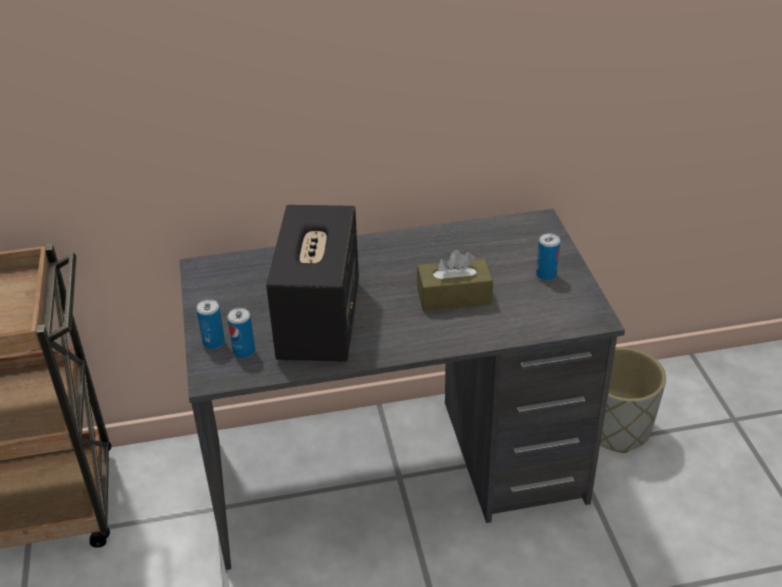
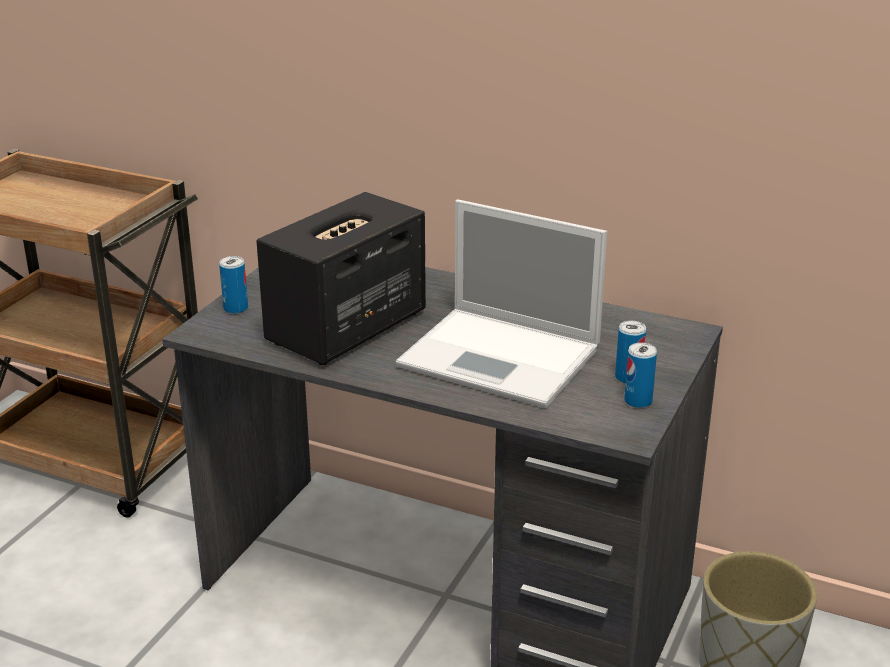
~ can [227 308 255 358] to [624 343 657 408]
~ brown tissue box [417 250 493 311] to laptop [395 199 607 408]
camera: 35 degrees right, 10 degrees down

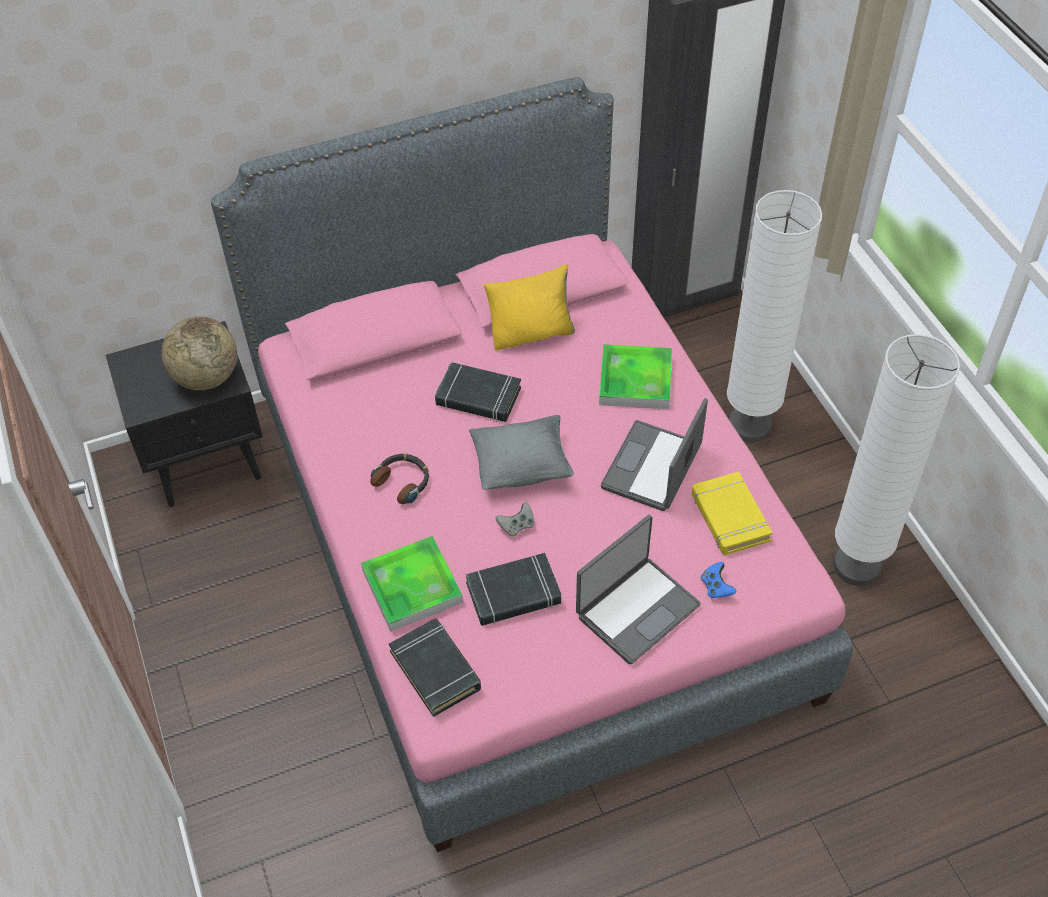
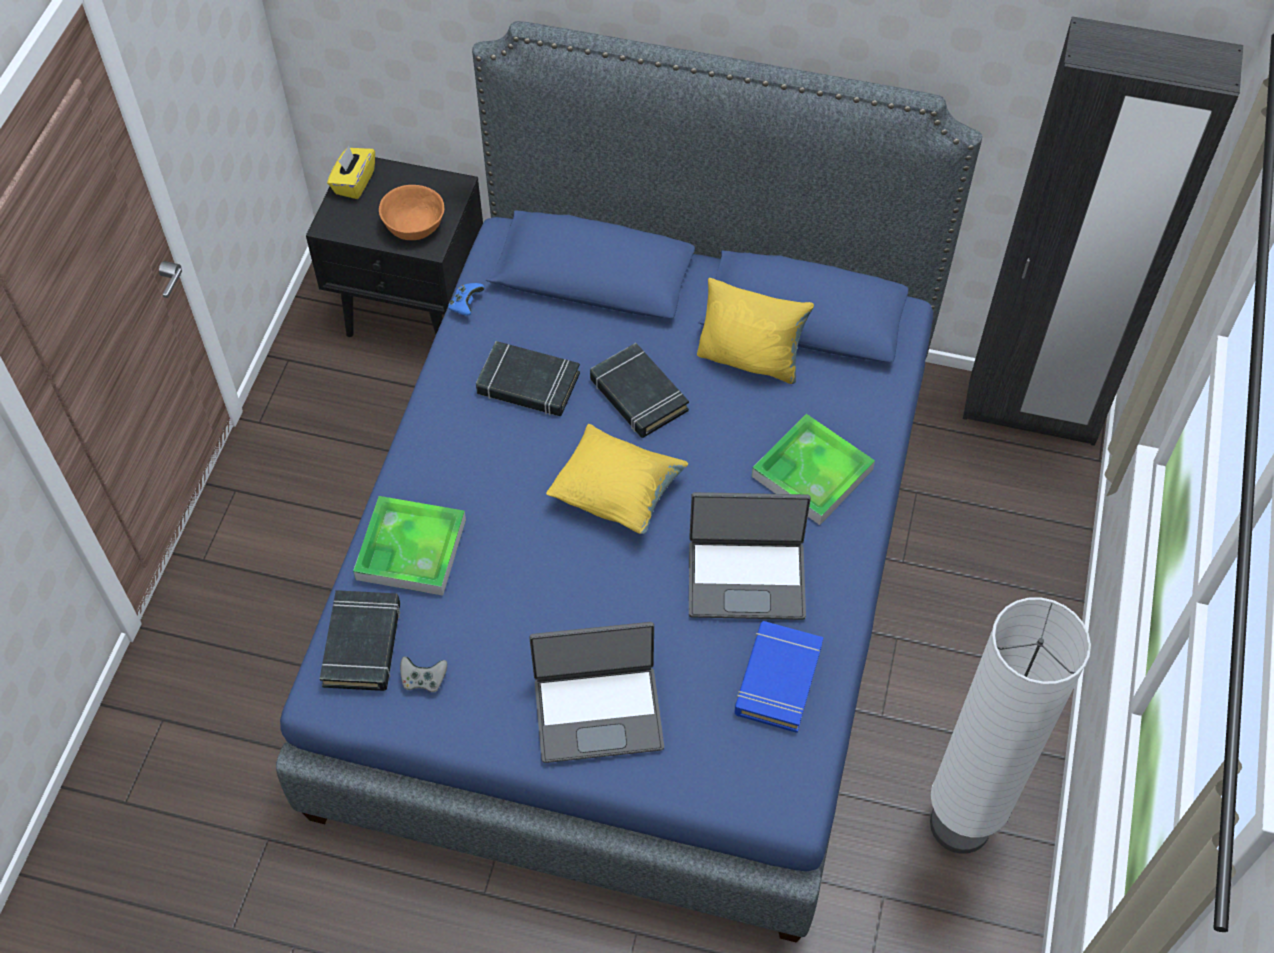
~ globe [162 316 237 390] to orange bowl [379 185 444 240]
~ pink bed [211 77 853 852] to blue bed [276 21 982 943]
- headphones [370 453 429 504]
~ black book [466 553 561 626] to [476 341 580 416]
~ grey pillow [469 415 574 490] to yellow pillow [546 424 688 534]
~ grey game controller [496 502 535 537] to [400 656 447 692]
~ laptop [601 398 708 511] = [689 492 811 620] 150 degrees counterclockwise
~ yellow book [691 472 772 555] to blue book [735 621 824 733]
~ blue game controller [701 562 736 598] to [448 283 485 316]
- white floor lamp [727 190 822 442]
+ yellow tissue box [327 146 375 199]
camera: 35 degrees right, 5 degrees up

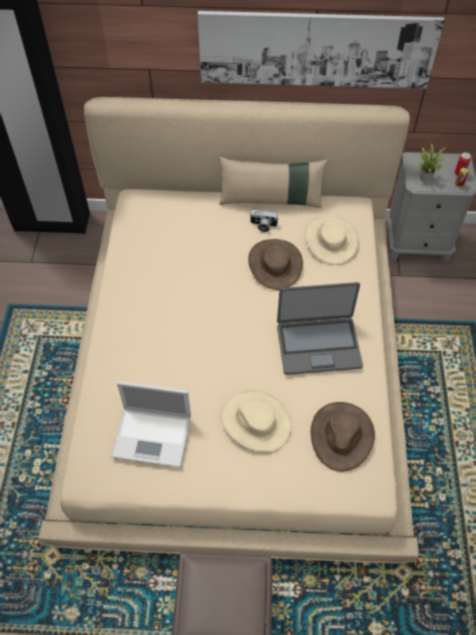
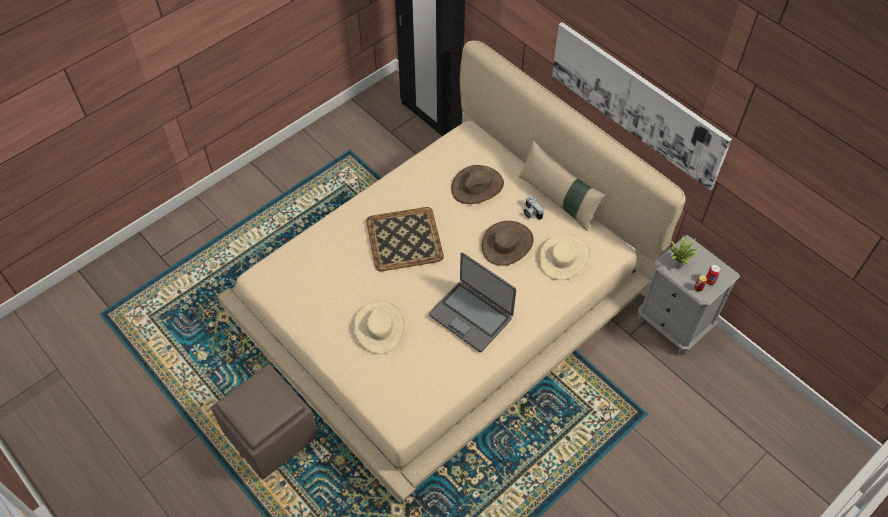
- laptop [111 381 191 467]
~ brown hat [311 402 375 472] to [451 165 504 204]
+ tray [366 207 444 271]
camera: 45 degrees right, 0 degrees up

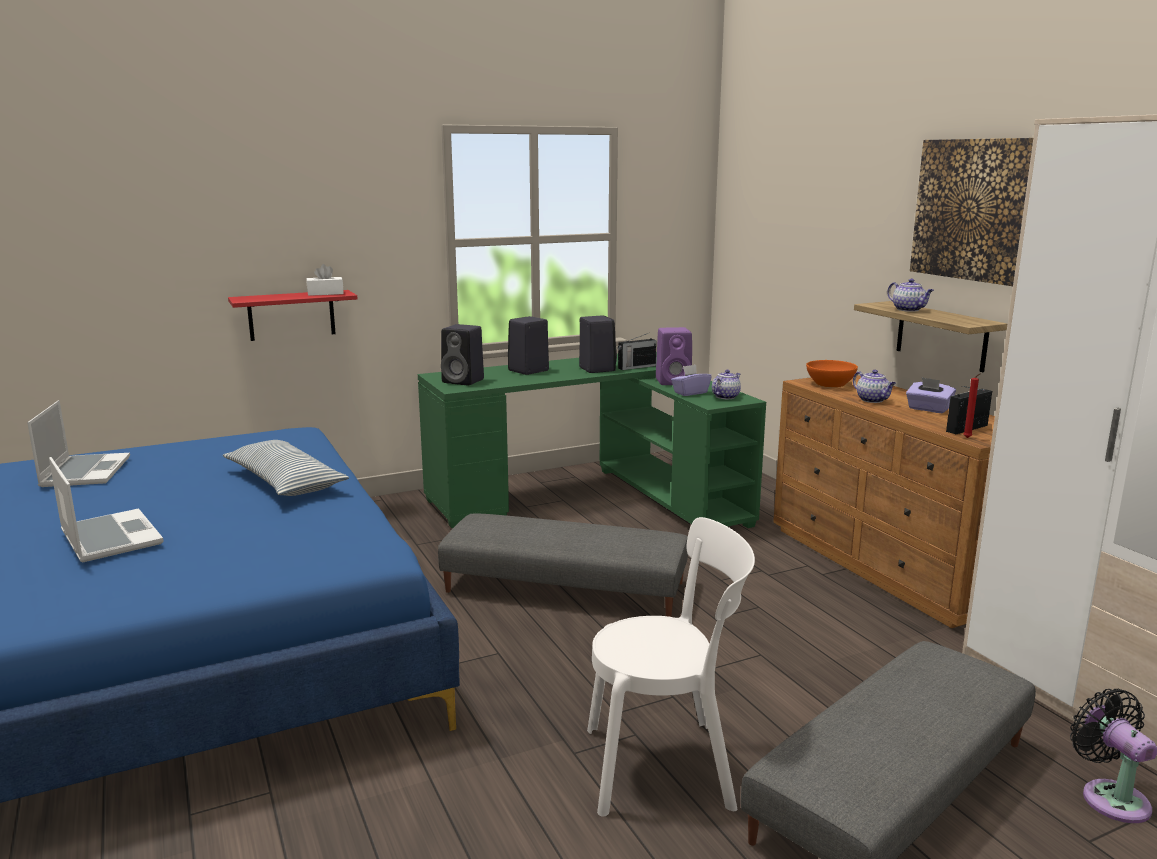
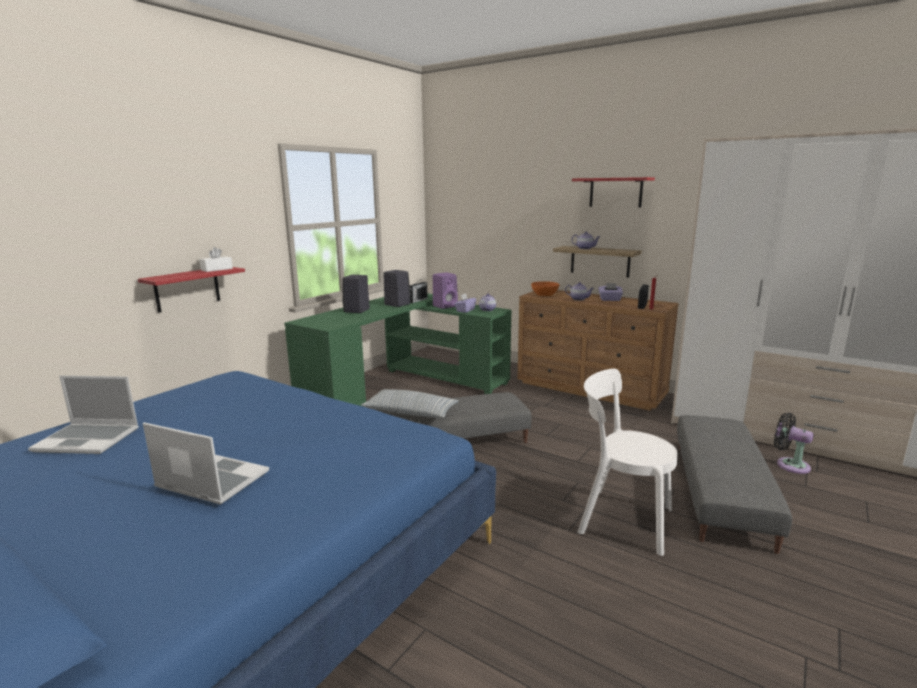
~ laptop [27 400 130 487] = [28 375 139 454] 135 degrees clockwise
~ pillow [223 440 349 496] to [361 389 459 418]
- black speaker [441 324 484 386]
~ white chair [587 517 755 817] = [577 369 678 556] 120 degrees counterclockwise
~ picture [910 138 1033 286] to red shelf [572 177 655 208]
camera: 30 degrees left, 0 degrees up

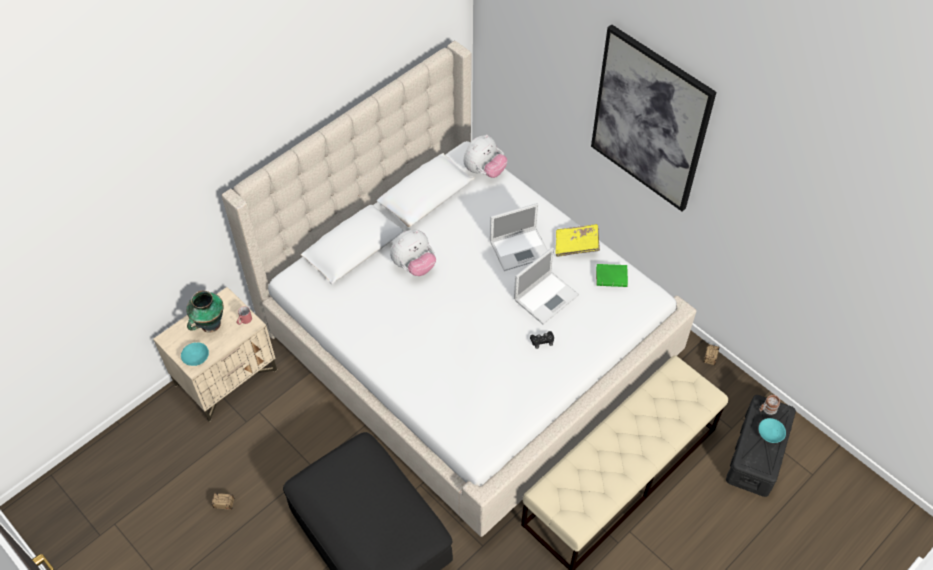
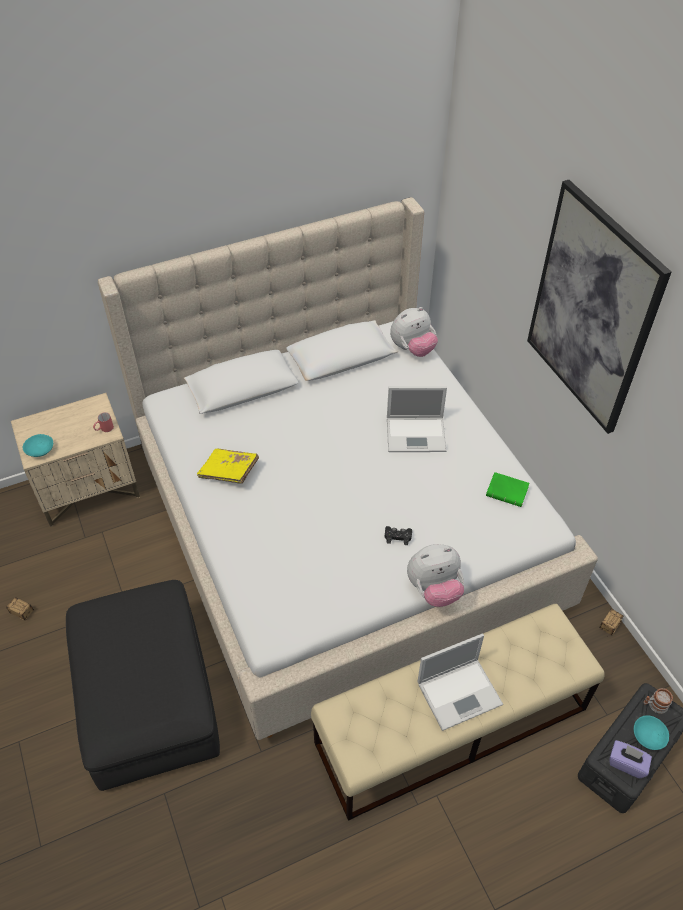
- vase [186 291 223 333]
~ plush toy [390 230 436 276] to [407 544 464 607]
~ laptop [514 247 579 325] to [417 633 503 731]
~ yellow book [556 224 600 257] to [197 449 259 484]
+ purple tissue box [610 740 652 779]
camera: 20 degrees right, 5 degrees down

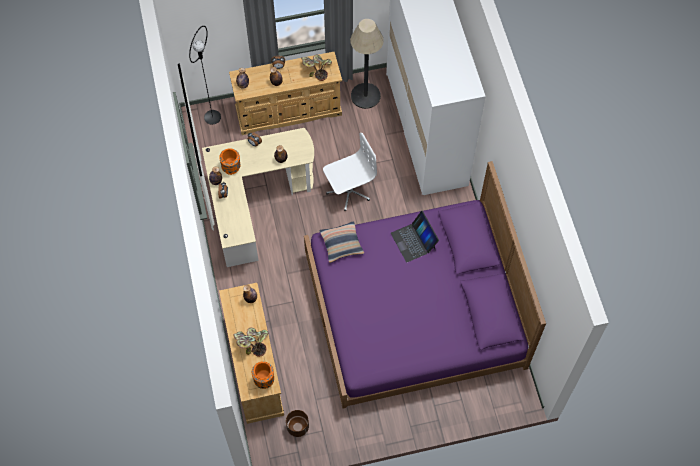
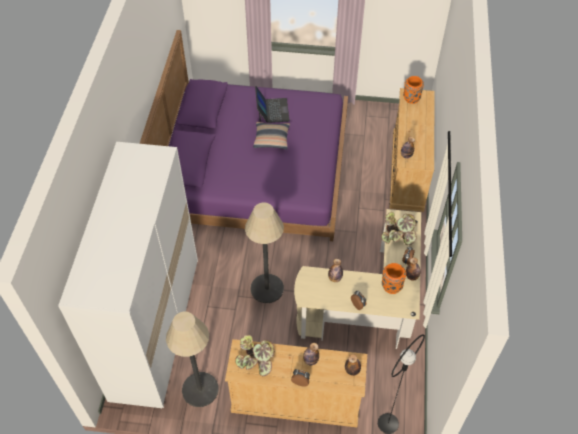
~ potted plant [233 328 268 357] to [381 212 417 245]
- brown planter [286 410 309 437]
~ pillow [319 221 364 263] to [253 122 290 150]
~ white office chair [323 133 377 211] to floor lamp [245 202 284 303]
~ laptop [391 211 439 262] to [255 86 290 123]
camera: 160 degrees left, 10 degrees down

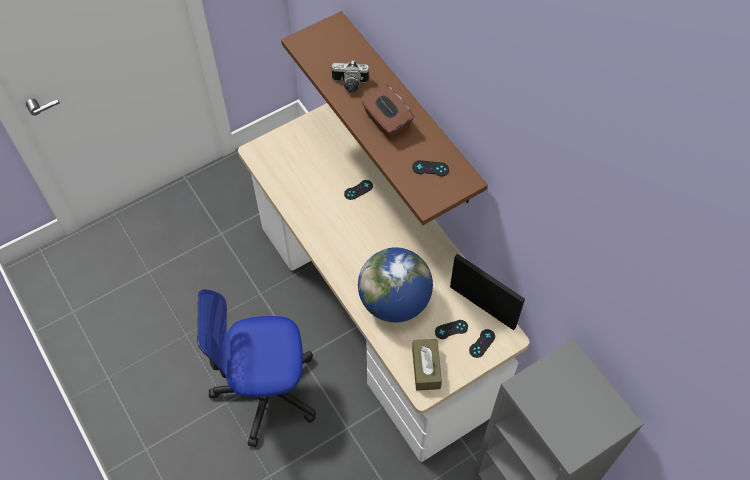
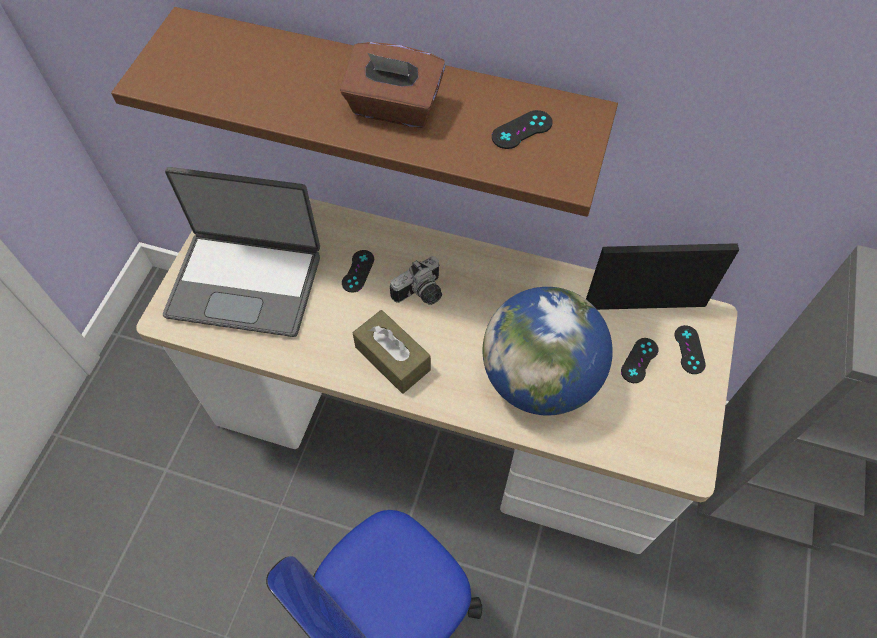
~ photo camera [332 60 369 93] to [390 256 442 305]
~ brown tissue box [412 339 442 391] to [353 310 431 394]
+ laptop [163 167 320 337]
camera: 40 degrees left, 0 degrees up

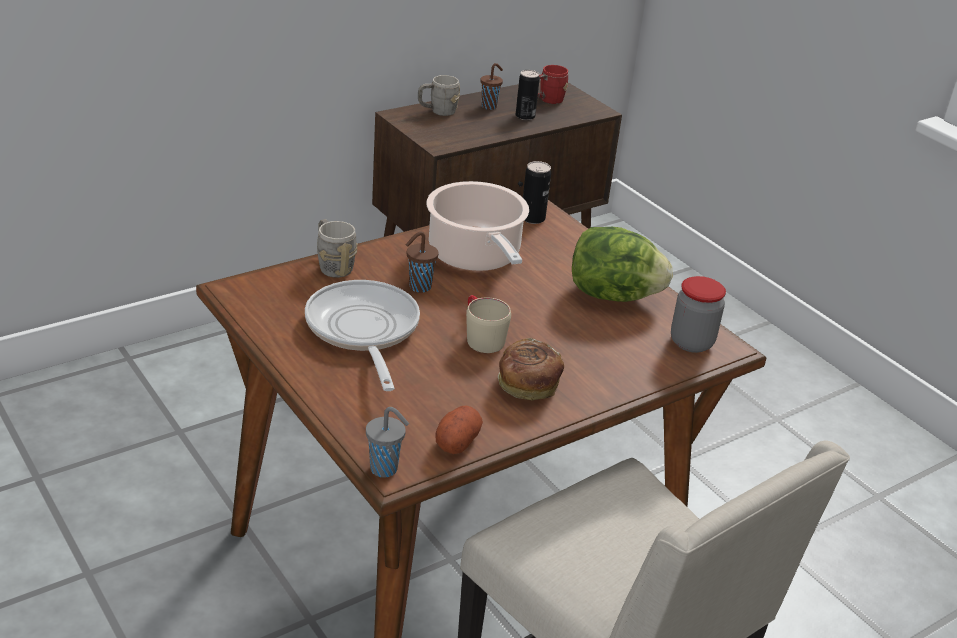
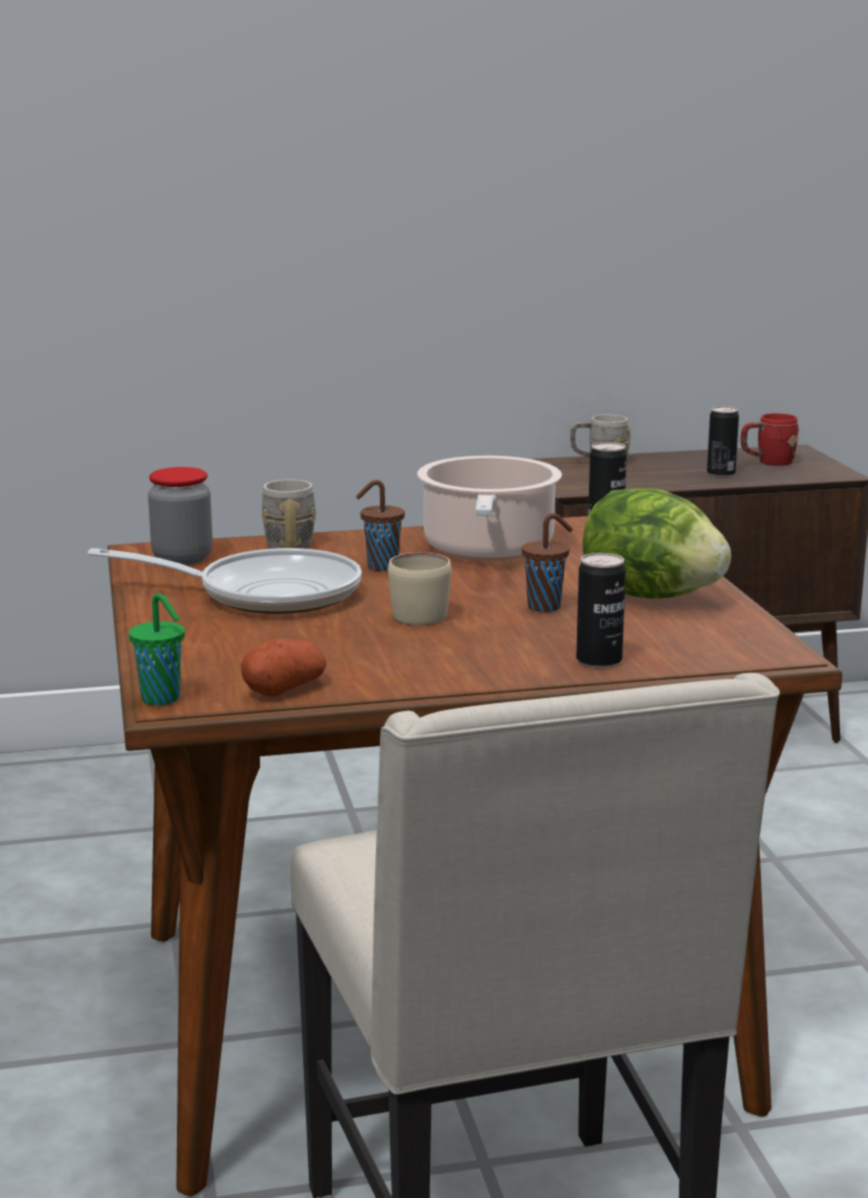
~ frying pan [305 280 420 391] = [88 548 362 614] 90 degrees clockwise
~ grey cup [366 407 409 478] to green cup [129 593 185 705]
~ brown cup [481 63 503 110] to [522 513 573 612]
- bread [498 338 564 401]
~ jar [671 276 726 353] to [148 467 212 565]
+ can [576 553 626 668]
camera: 25 degrees right, 15 degrees down

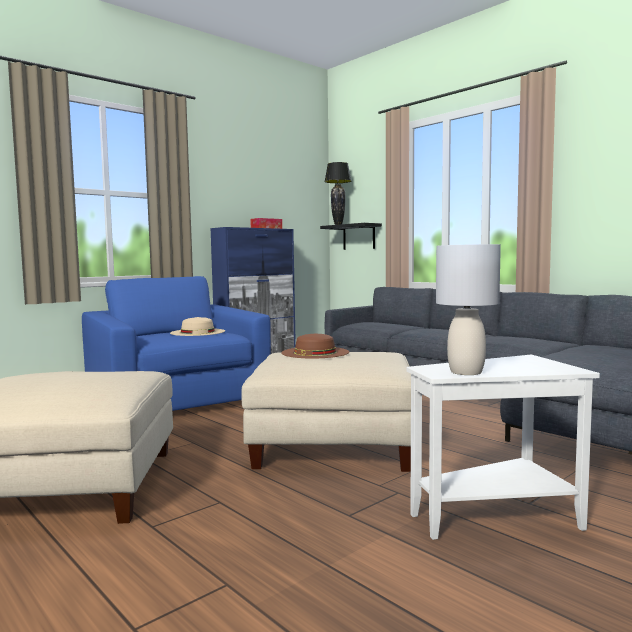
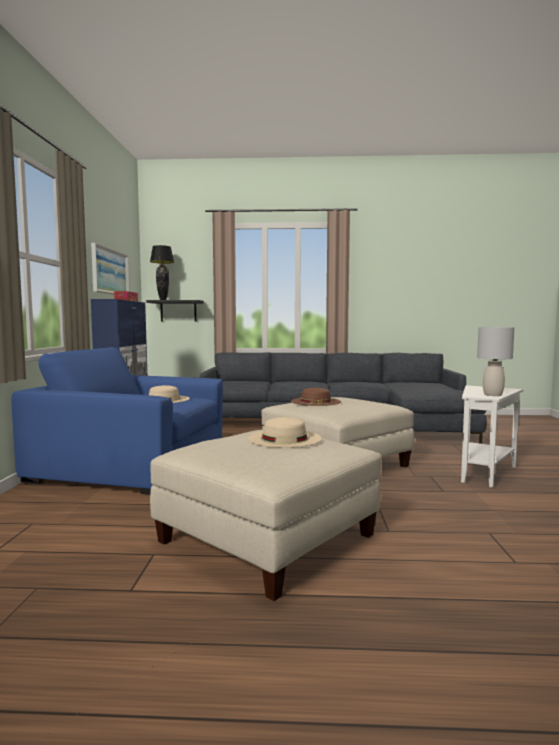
+ picture [91 243 130 295]
+ beige hat [248 417 322 448]
camera: 45 degrees left, 0 degrees up

